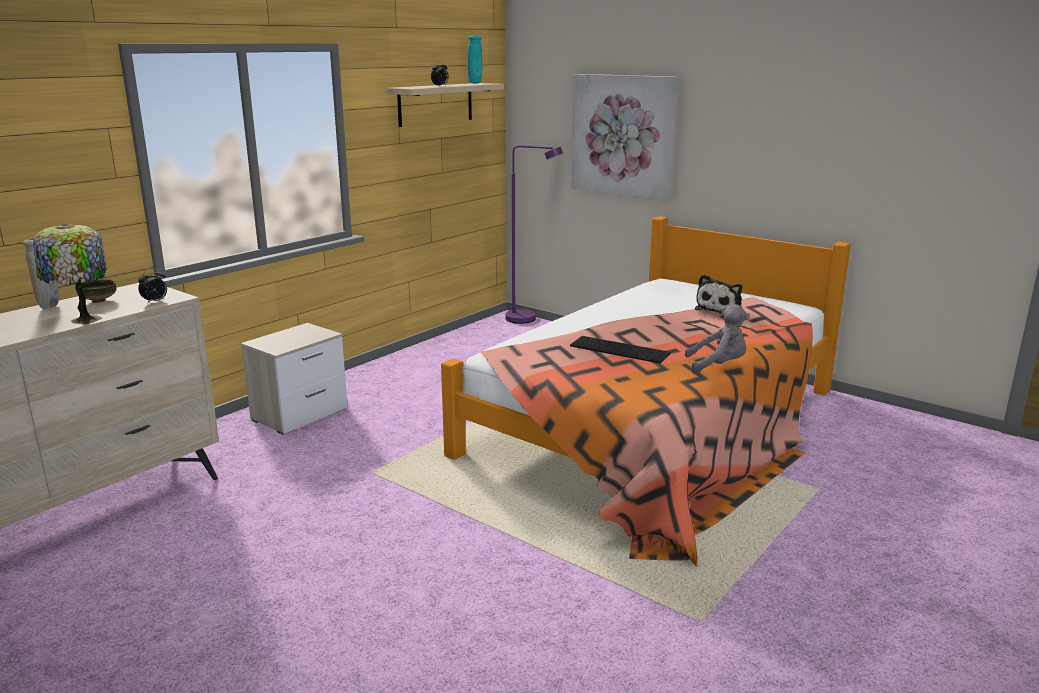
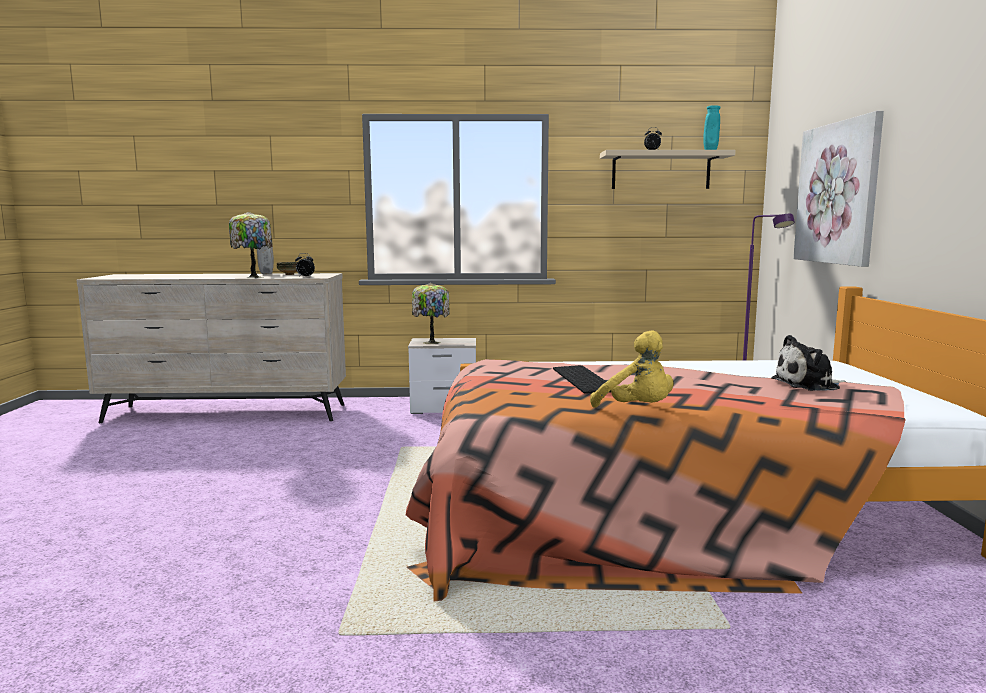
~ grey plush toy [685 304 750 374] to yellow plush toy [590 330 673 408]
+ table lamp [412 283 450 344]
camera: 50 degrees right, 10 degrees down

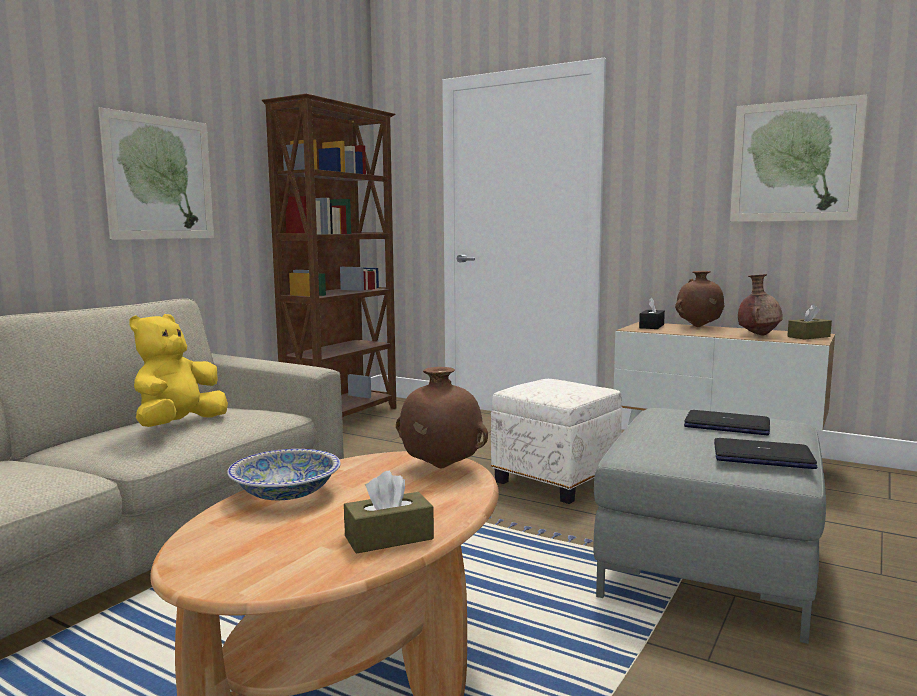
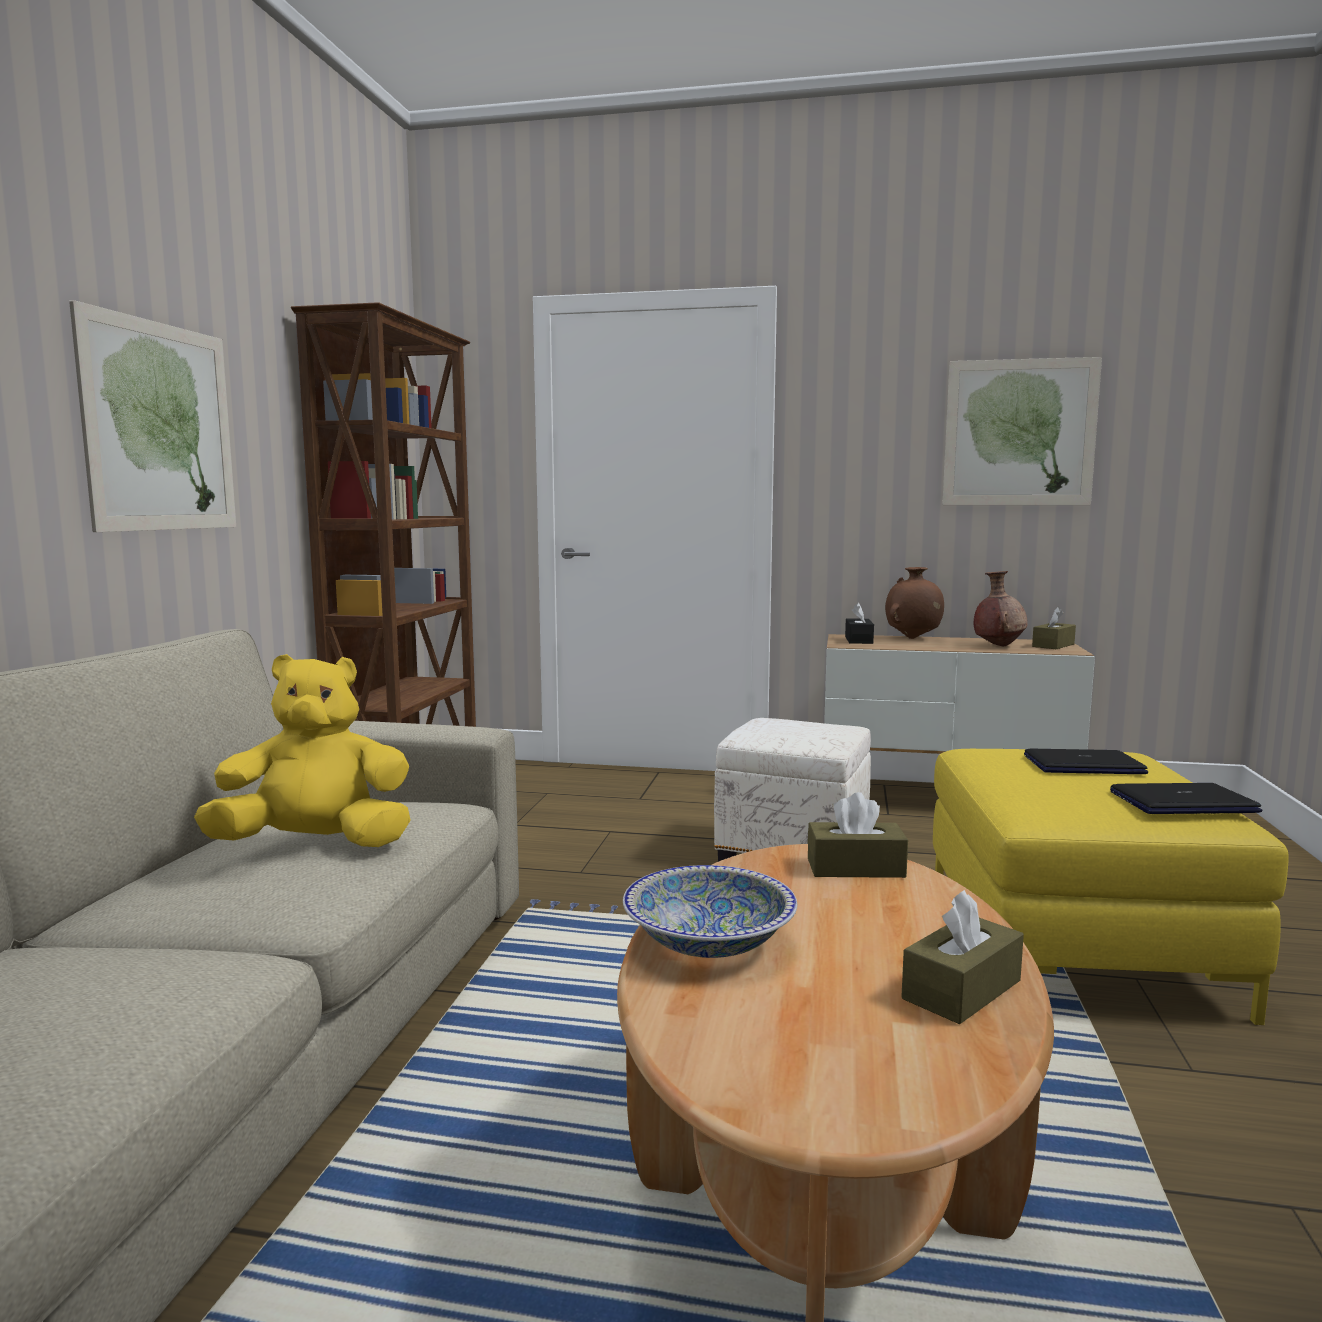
~ yellow plush toy [129 314 228 427] = [194 654 411 847] 75 degrees clockwise
~ brown vase [396 367 488 468] to brown tissue box [807 792 908 878]
~ grey ottoman [594 408 826 644] to yellow ottoman [933 749 1289 1025]
camera: 20 degrees left, 0 degrees up

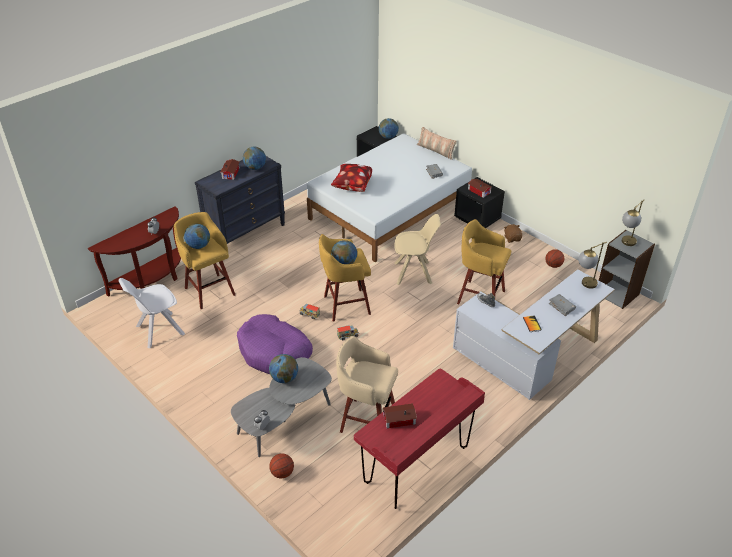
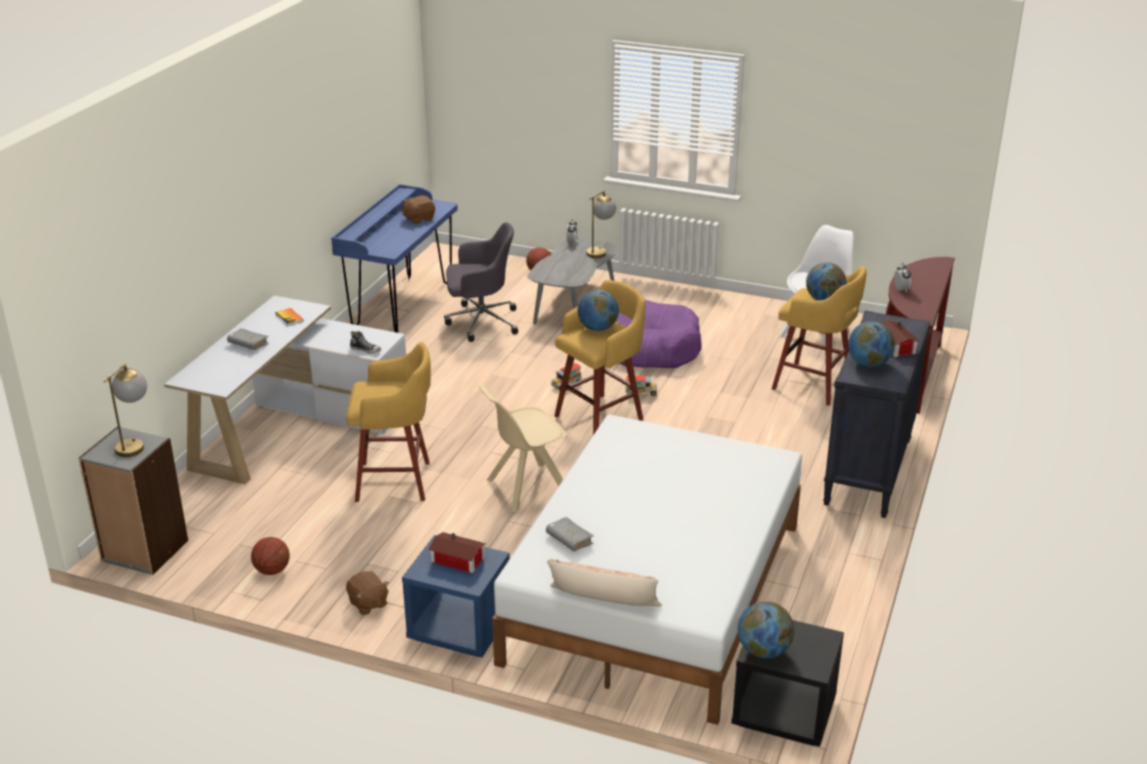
- globe [269 354 298 383]
- pillow [331 164 372 192]
~ beige stool [336 336 398 433] to grey office chair [444 222 518 342]
~ red desk [354 369 485 509] to blue desk [331 184 458 333]
~ toy house [383 403 417 429] to brown plush toy [402 195 435 224]
~ black nightstand [454 177 505 228] to blue nightstand [402 535 510 657]
~ table lamp [578 242 607 289] to [586 191 616 258]
camera: 155 degrees right, 10 degrees down

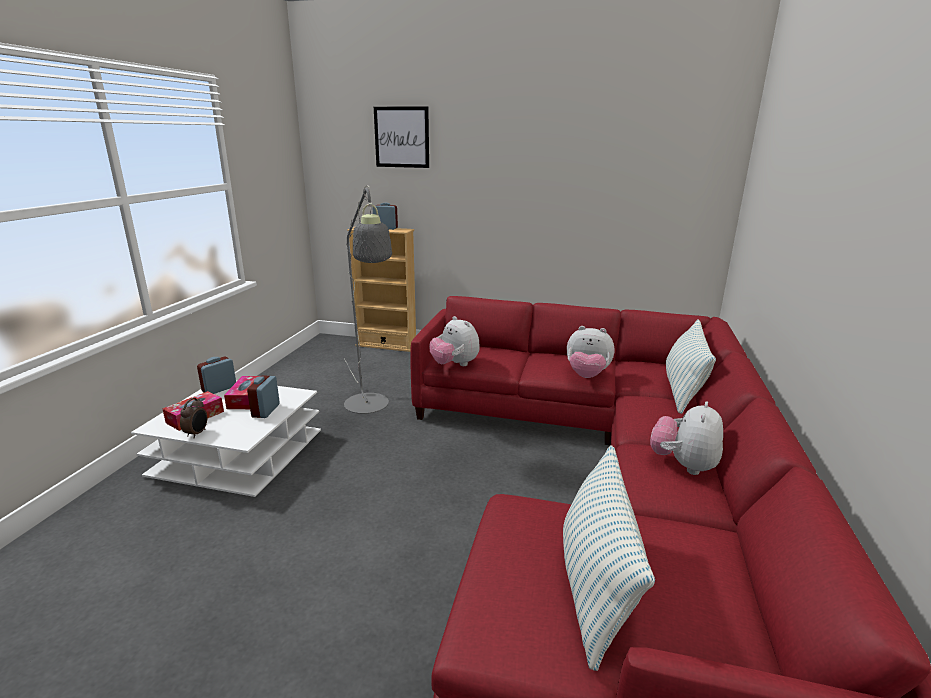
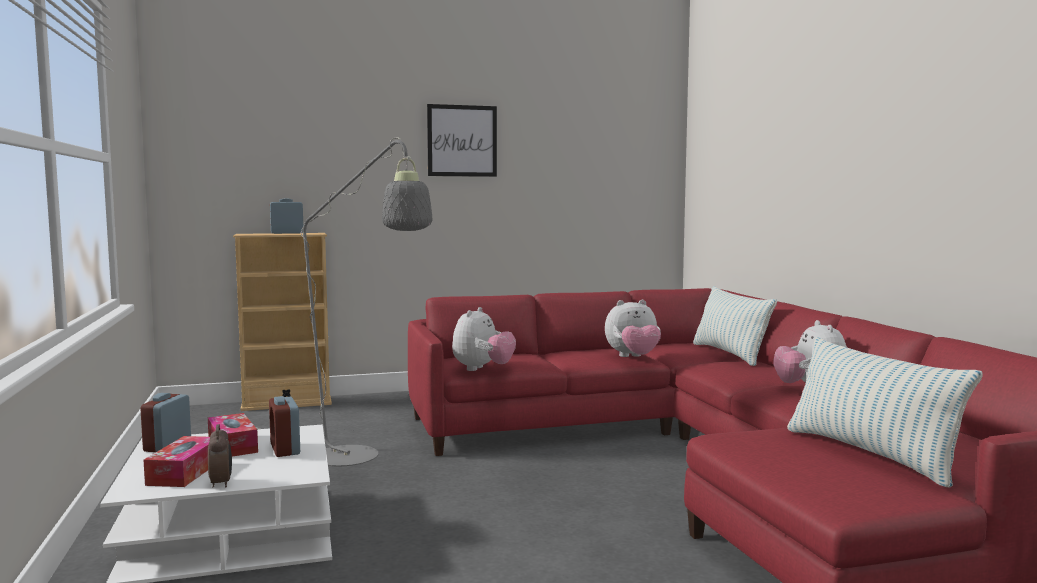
~ picture [374 107 429 168] to [427 104 497 177]
~ plush toy [429 316 480 366] = [452 307 516 371] 90 degrees counterclockwise
camera: 30 degrees left, 15 degrees down

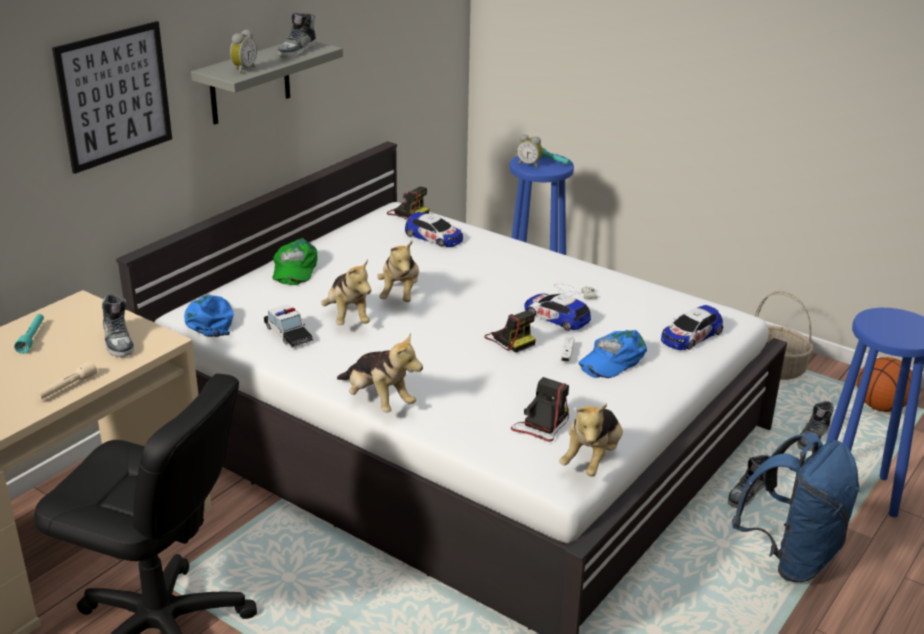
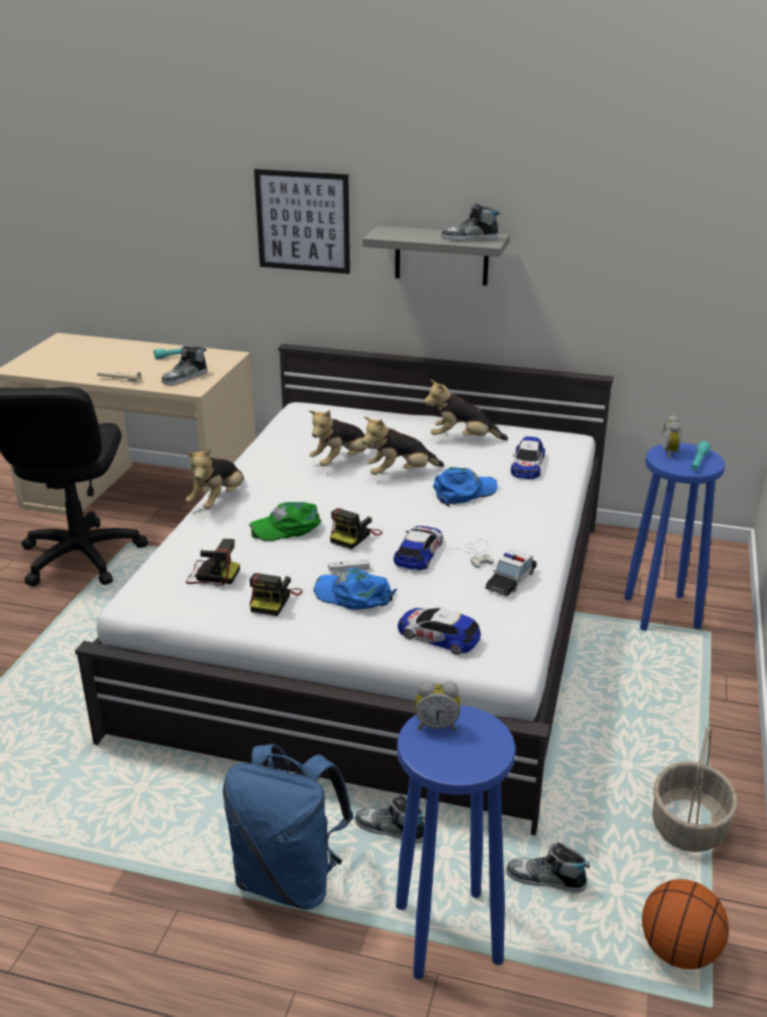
~ blue cap [184 295 234 337] to [433 467 498 507]
~ alarm clock [230 29 257 73] to [415 680 460 731]
~ toy car [264 304 313 347] to [485 548 537 596]
~ green cap [273 238 318 285] to [249 502 321 541]
~ photo camera [387 187 429 220] to [249 573 303 616]
~ plush toy [559 403 623 477] to [424 379 508 440]
camera: 70 degrees right, 0 degrees up

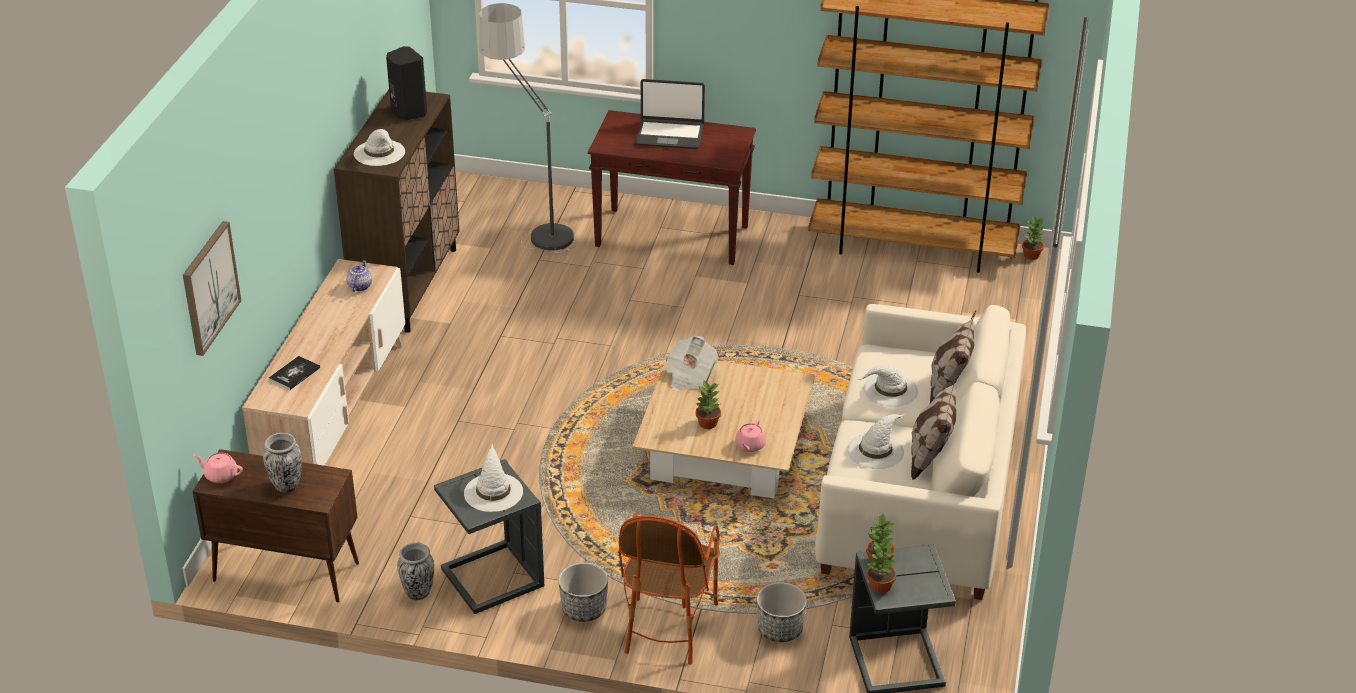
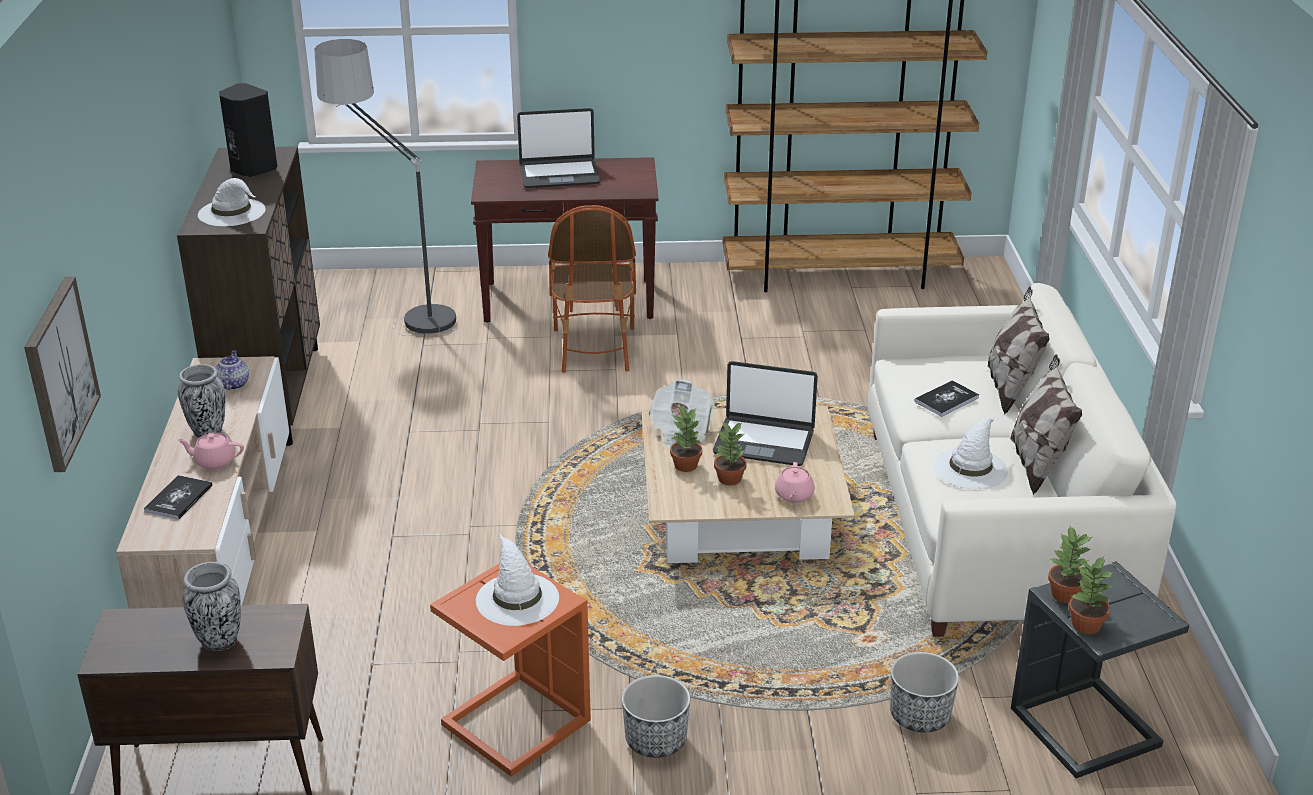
~ pink teapot [193 452 243 483] to [177 432 244 470]
~ vase [397 542 434 600] to [178 364 225 438]
~ grey side table [434 459 544 614] to orange side table [430 563 591 777]
~ armchair [618 512 720 665] to [548 205 636 373]
~ white hat [858 364 918 407] to book [915 380 979 417]
~ potted plant [1022 215 1044 260] to [670 406 702 472]
+ laptop [713 361 818 466]
camera: 15 degrees left, 5 degrees down

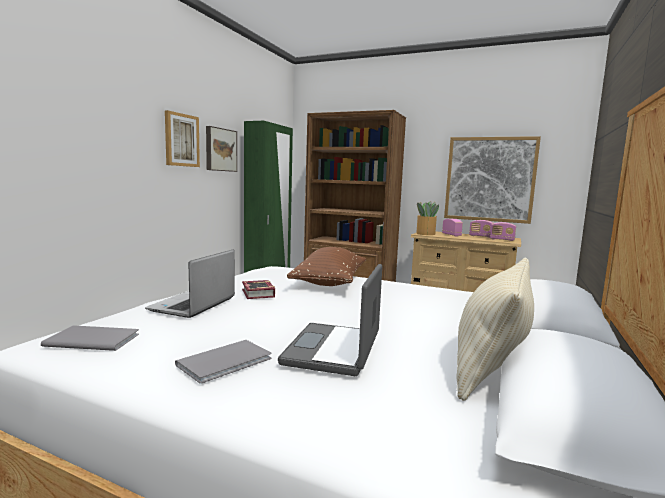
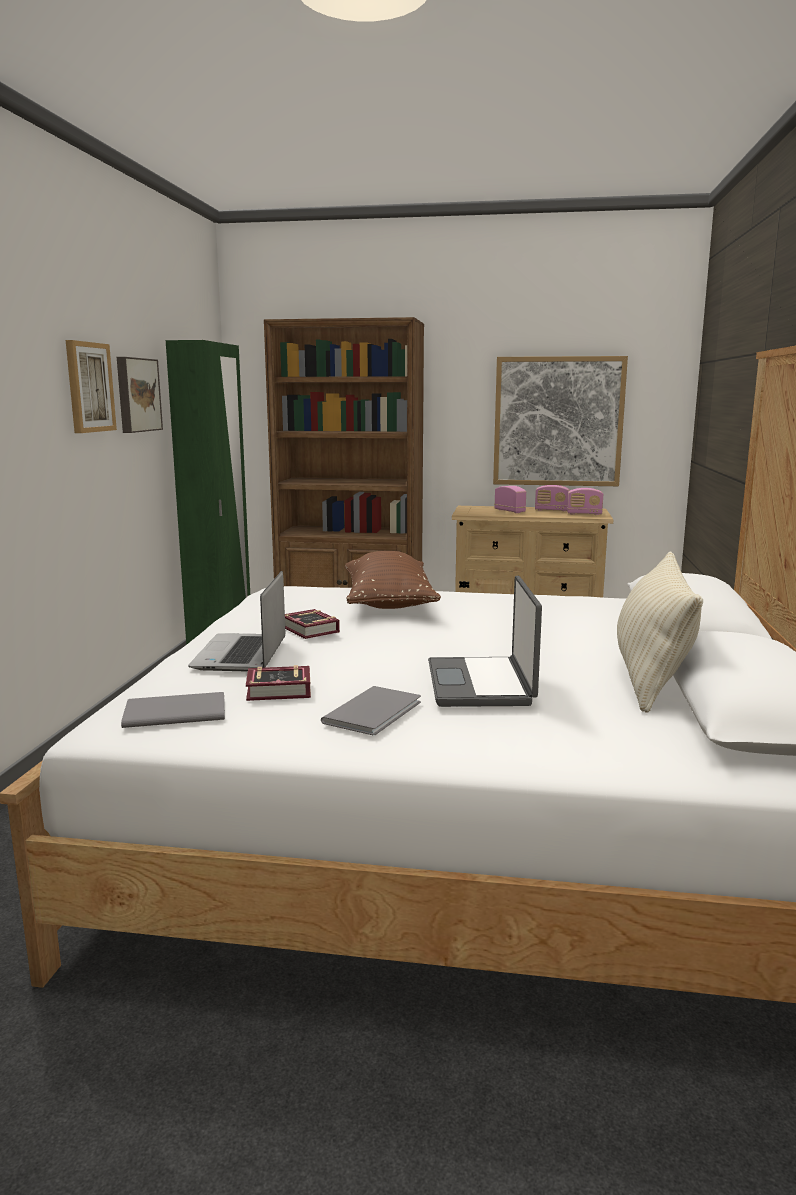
- potted plant [416 201 439 235]
+ book [246 665 311 701]
camera: 15 degrees left, 5 degrees up

